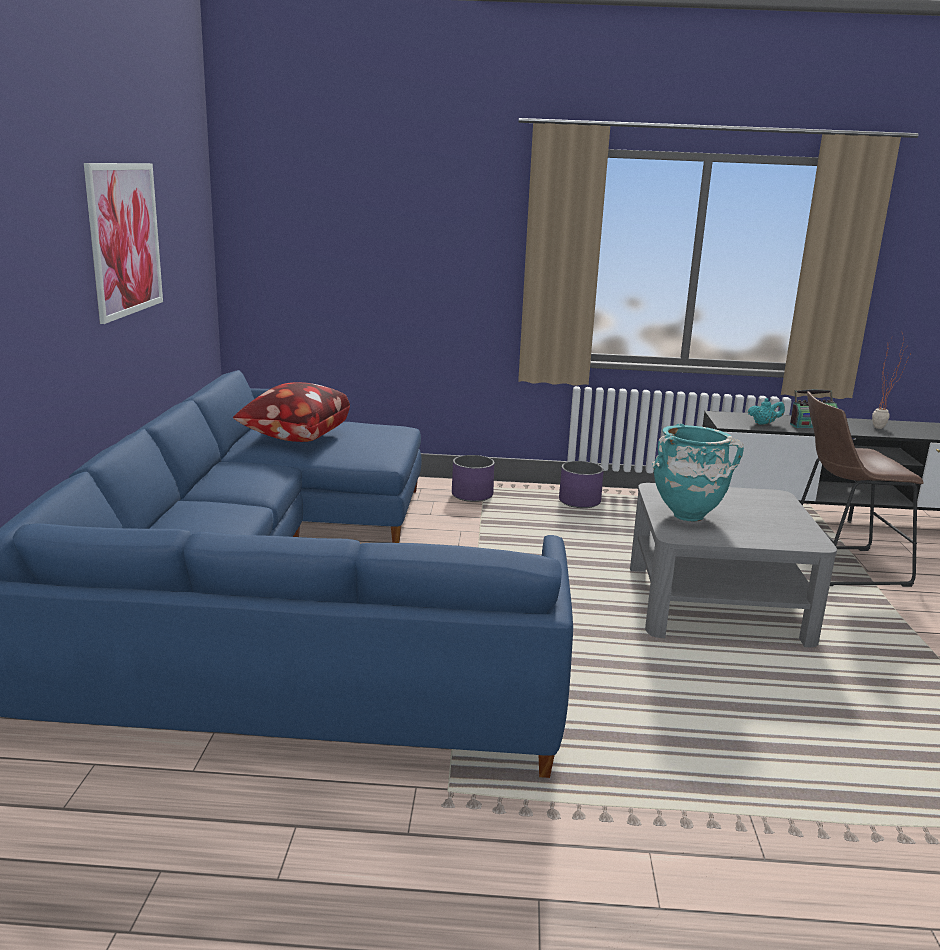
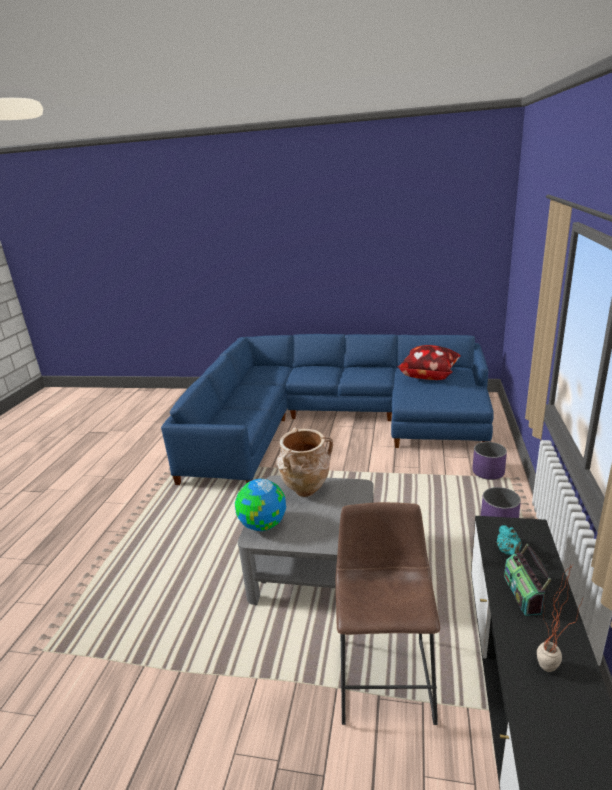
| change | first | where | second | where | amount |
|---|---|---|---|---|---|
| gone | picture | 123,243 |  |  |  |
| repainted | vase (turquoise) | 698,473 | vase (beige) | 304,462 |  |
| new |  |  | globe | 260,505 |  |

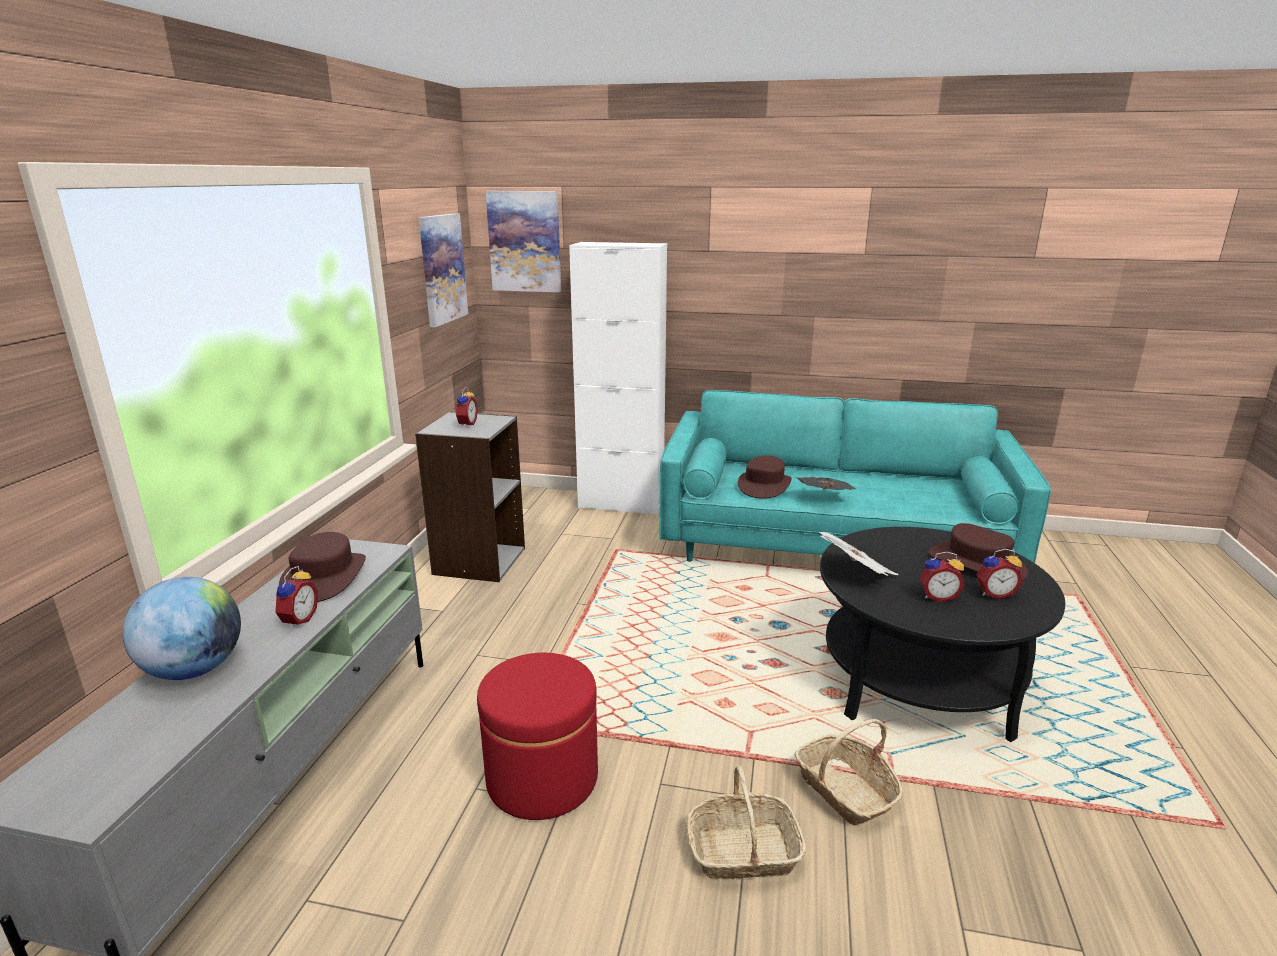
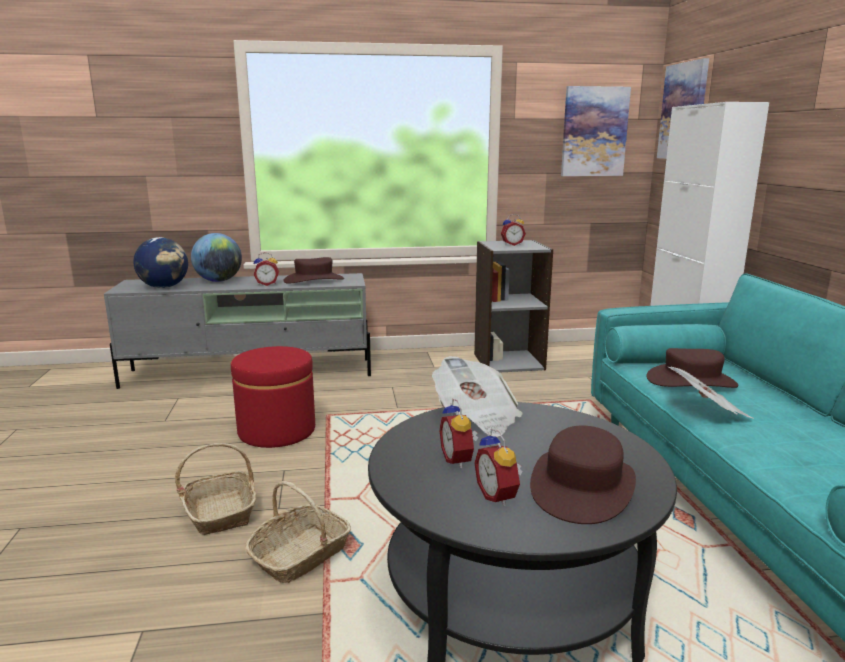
| change | first | where | second | where | amount |
|---|---|---|---|---|---|
| new |  |  | globe | 161,262 |  |

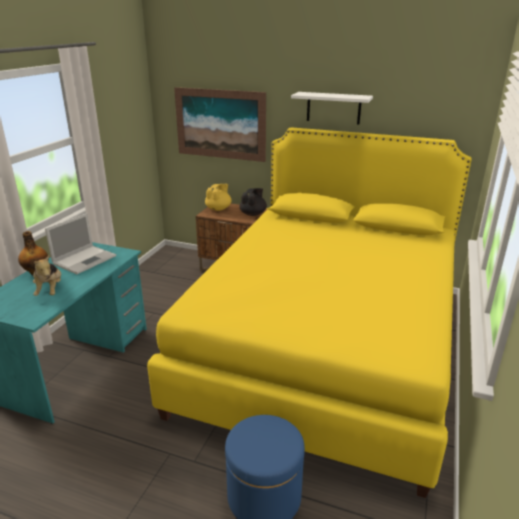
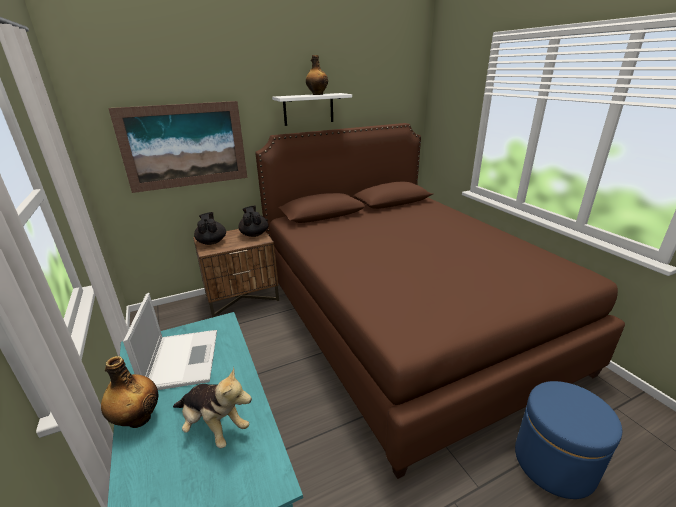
| change | first | where | second | where | amount |
|---|---|---|---|---|---|
| repainted | bed (yellow) | 309,312 | bed (brown) | 440,301 |  |
| repainted | teapot (yellow) | 218,197 | teapot (black) | 210,228 |  |
| new |  |  | bottle | 317,75 |  |

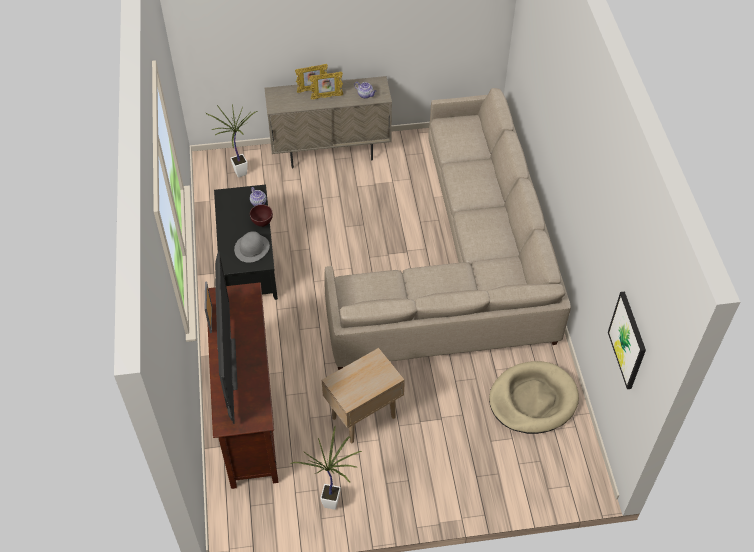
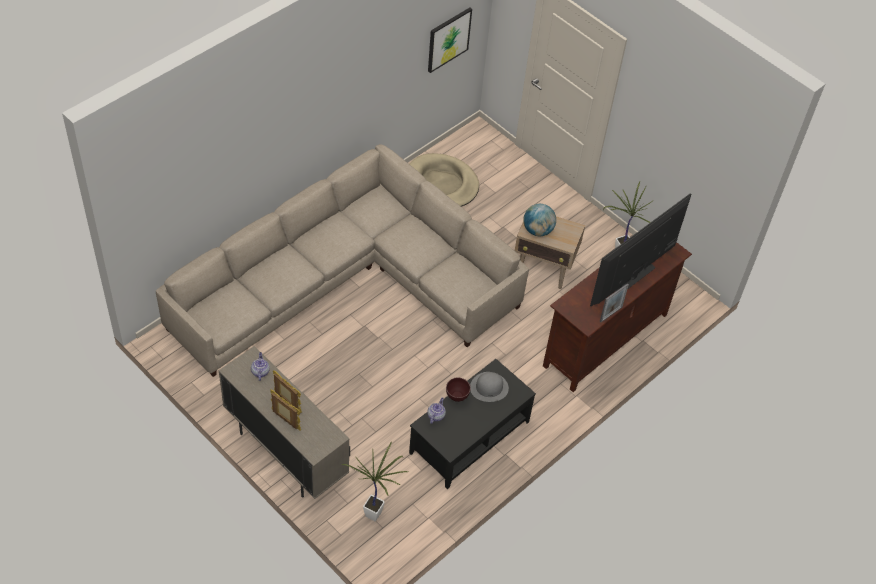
| change | first | where | second | where | amount |
|---|---|---|---|---|---|
| new |  |  | globe | 539,220 |  |

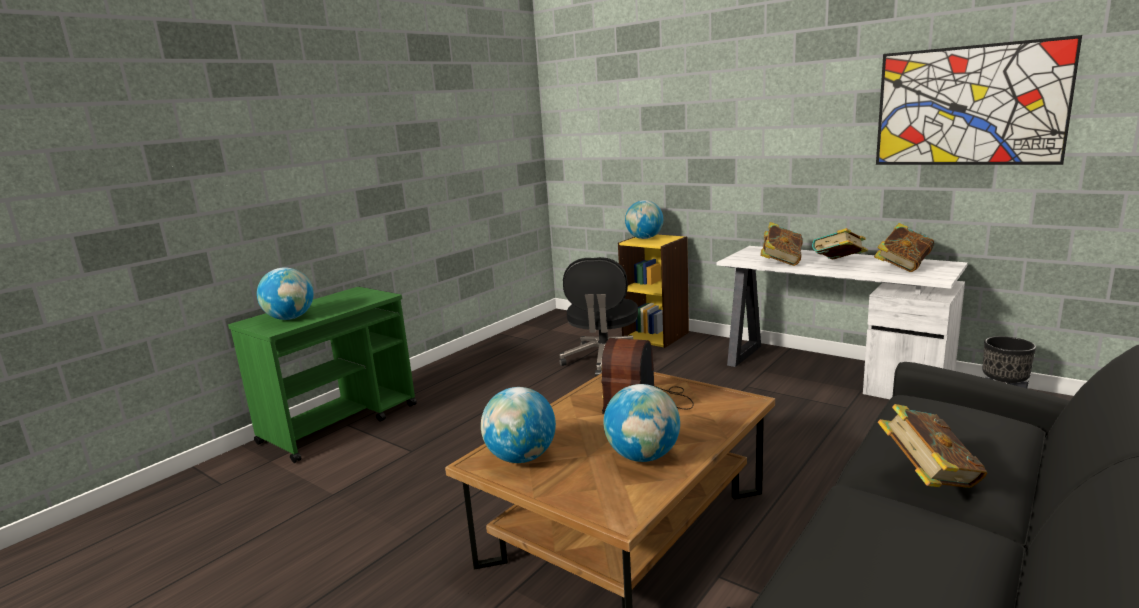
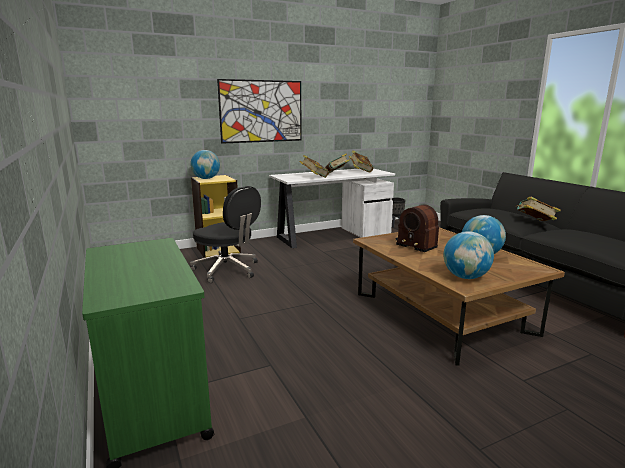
| change | first | where | second | where | amount |
|---|---|---|---|---|---|
| shifted | picture | 979,100 |  | 259,111 |  |
| gone | globe | 285,294 |  |  |  |

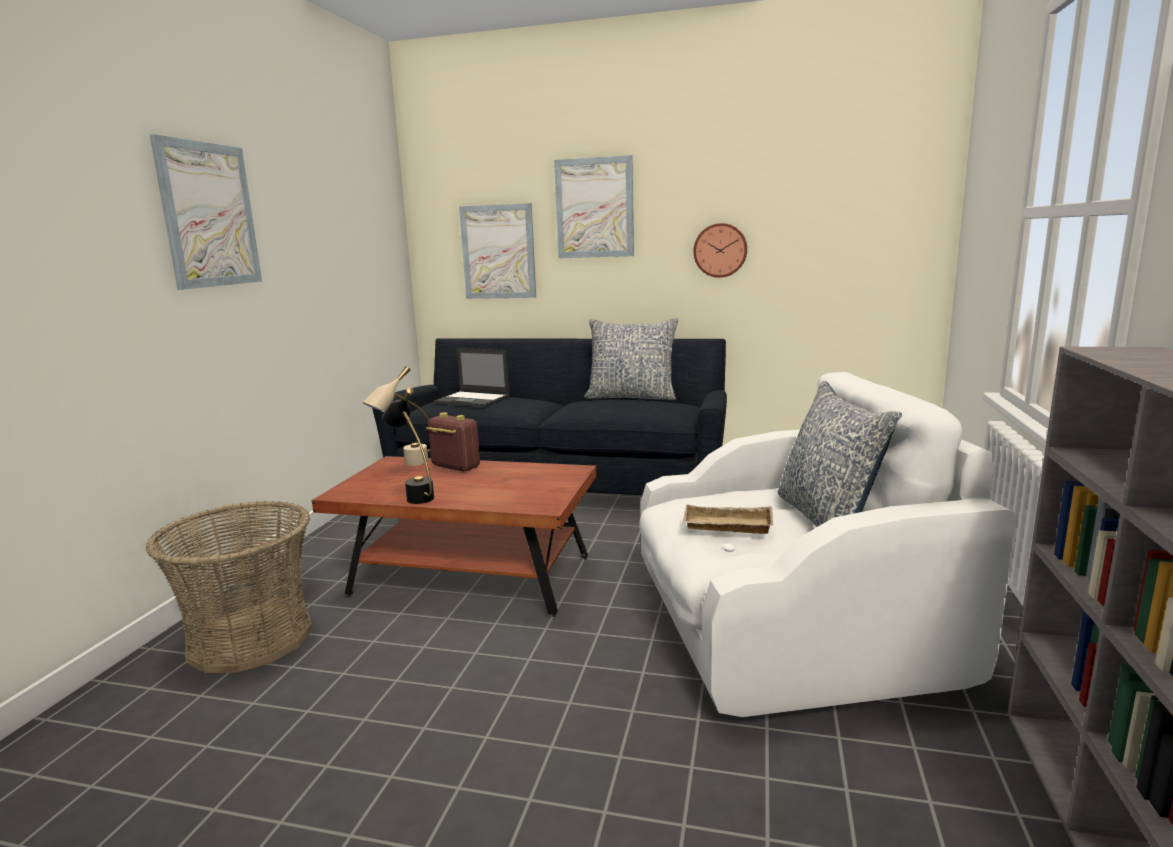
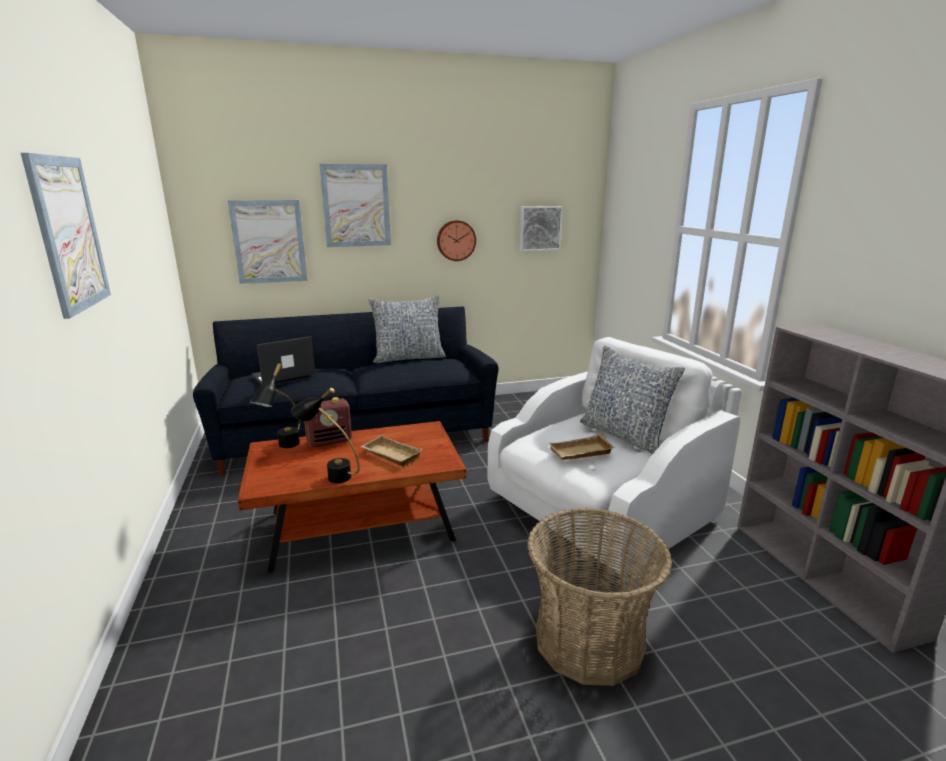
| change | first | where | second | where | amount |
|---|---|---|---|---|---|
| rotated | laptop | 472,377 |  | 284,360 | 150 degrees clockwise |
| repainted | table lamp (beige) | 396,416 | table lamp (black) | 275,405 |  |
| rotated | radio | 453,442 |  | 328,422 | 150 degrees clockwise |
| shifted | basket | 229,587 |  | 599,597 |  |
| new |  |  | picture | 541,228 |  |
| new |  |  | tray (beige) | 391,450 |  |

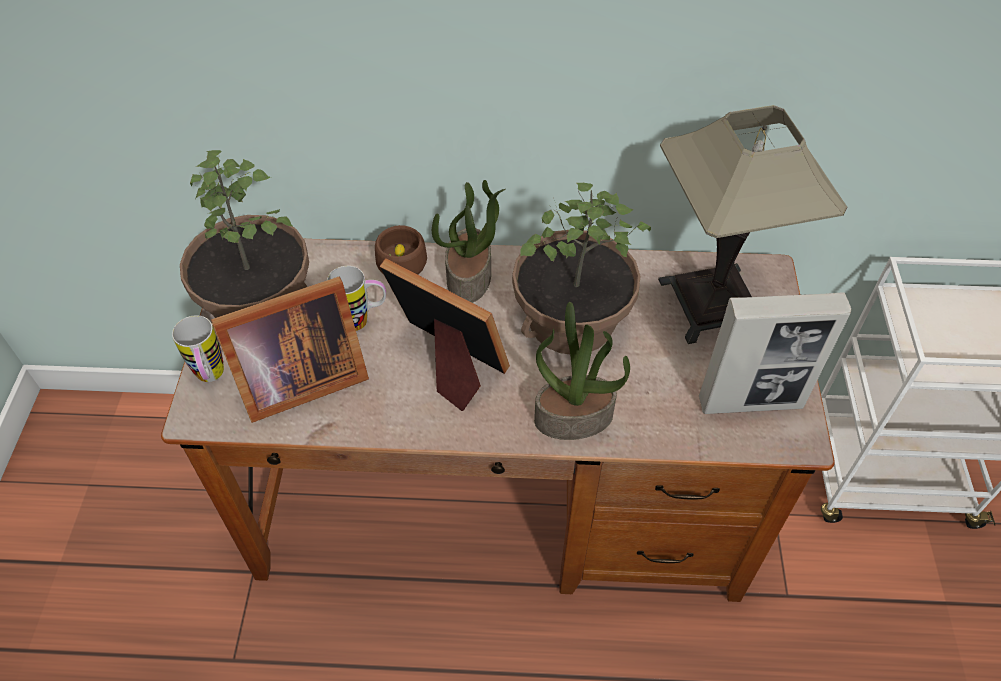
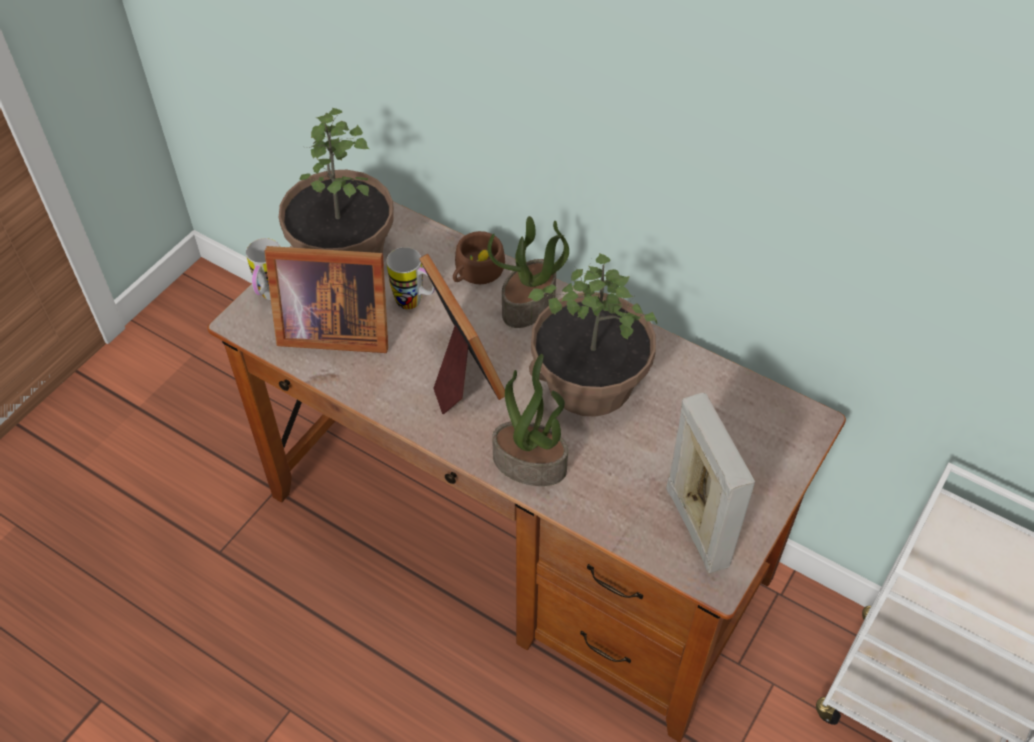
| change | first | where | second | where | amount |
|---|---|---|---|---|---|
| gone | table lamp | 752,224 |  |  |  |
| rotated | picture frame | 775,353 |  | 710,483 | 135 degrees counterclockwise |

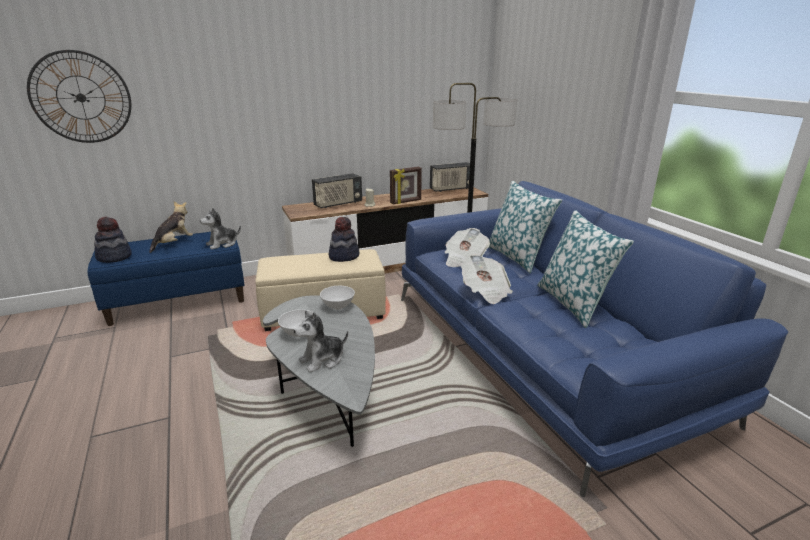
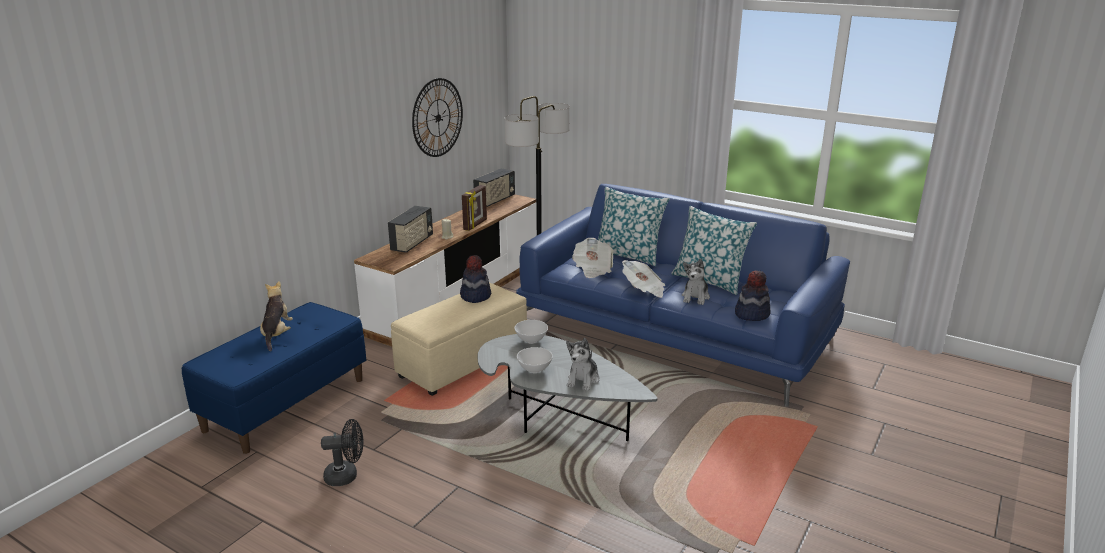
| change | first | where | second | where | amount |
|---|---|---|---|---|---|
| shifted | wall clock | 79,96 |  | 437,117 |  |
| shifted | plush toy | 220,229 |  | 696,282 |  |
| shifted | hat | 112,240 |  | 753,295 |  |
| new |  |  | fan (black) | 342,452 |  |

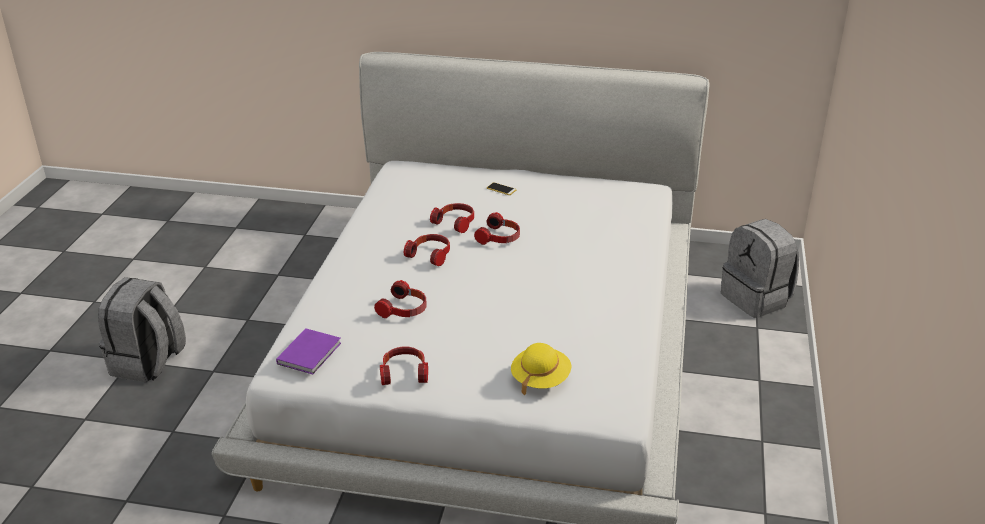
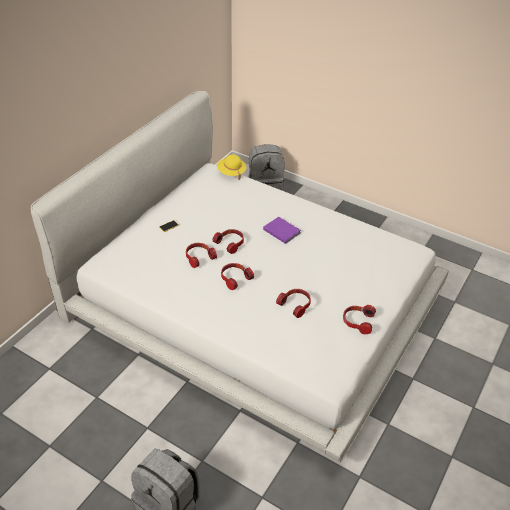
| change | first | where | second | where | amount |
|---|---|---|---|---|---|
| shifted | book (purple) | 308,351 |  | 282,230 |  |
| shifted | hat (yellow) | 541,369 |  | 231,167 |  |

